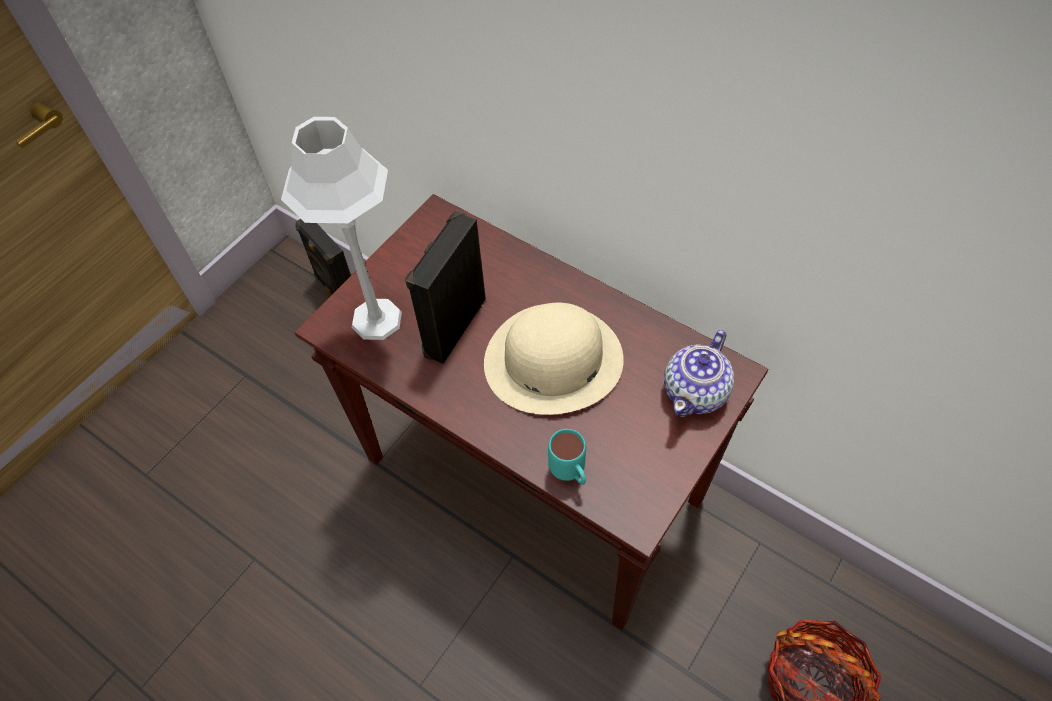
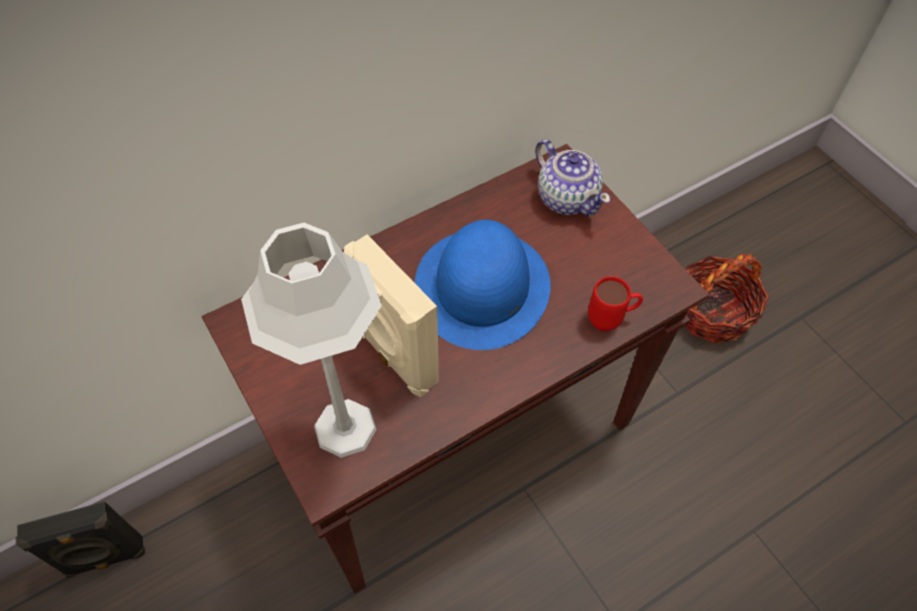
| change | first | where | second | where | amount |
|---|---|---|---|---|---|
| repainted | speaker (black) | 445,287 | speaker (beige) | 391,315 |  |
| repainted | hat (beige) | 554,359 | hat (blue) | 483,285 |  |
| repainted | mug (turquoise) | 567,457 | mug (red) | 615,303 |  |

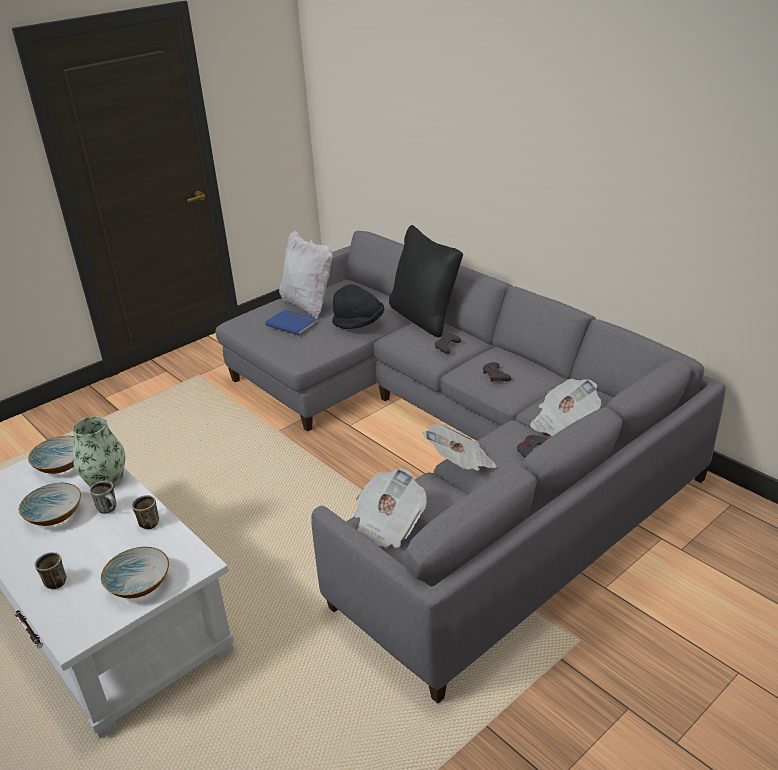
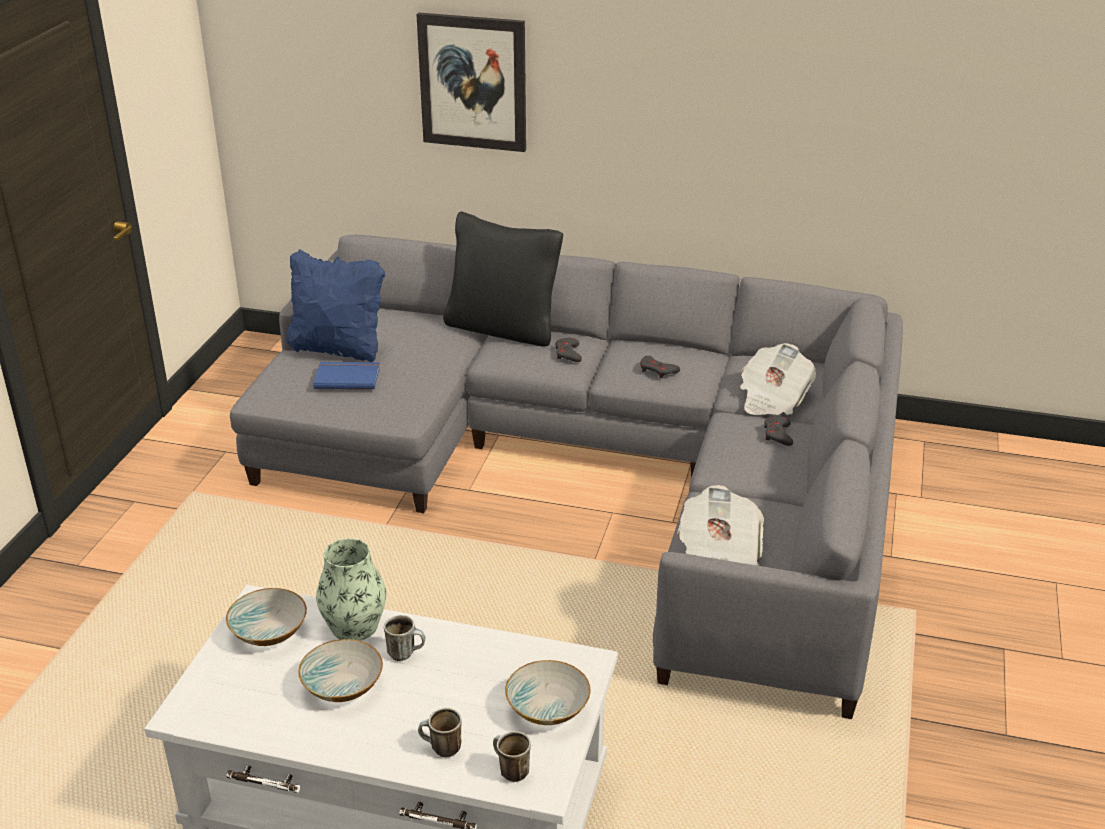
| change | first | where | second | where | amount |
|---|---|---|---|---|---|
| repainted | pillow (white) | 306,274 | pillow (blue) | 335,305 |  |
| gone | hat (black) | 358,306 |  |  |  |
| gone | newspaper | 459,447 |  |  |  |
| shifted | mug | 145,512 |  | 512,756 |  |
| new |  |  | picture | 471,82 |  |

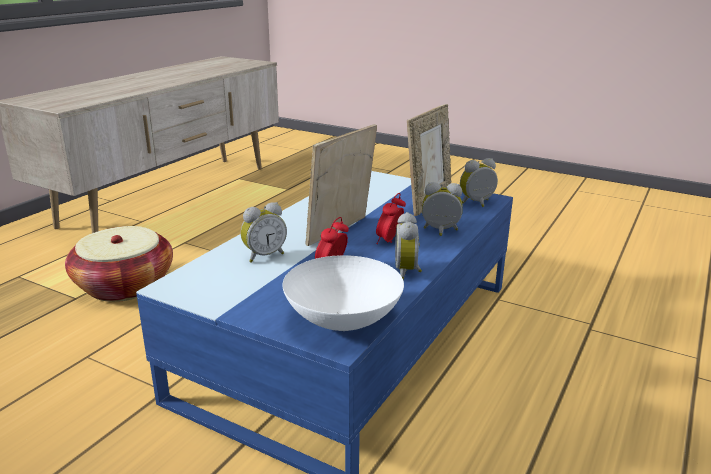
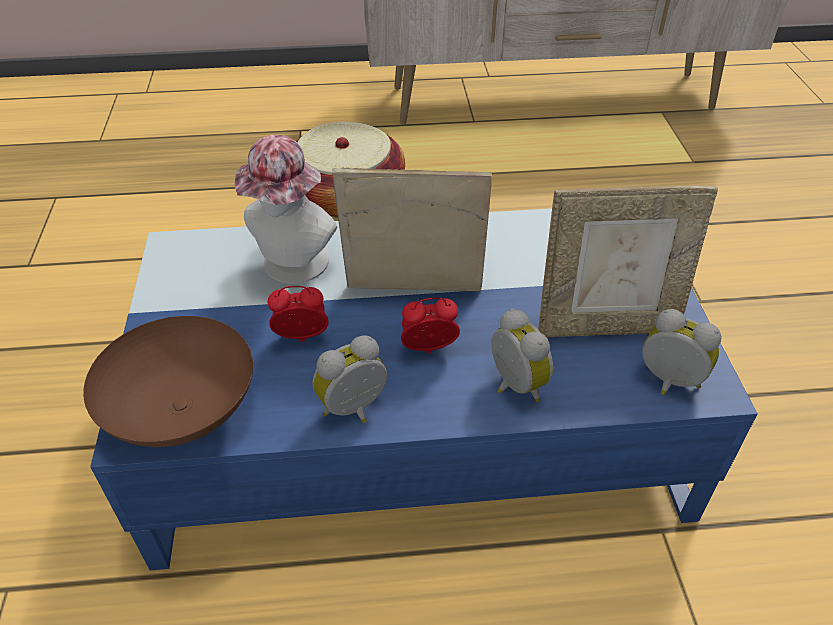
| change | first | where | second | where | amount |
|---|---|---|---|---|---|
| swapped | alarm clock | 264,232 | hat | 286,209 |  |
| repainted | bowl (white) | 343,293 | bowl (brown) | 168,381 |  |

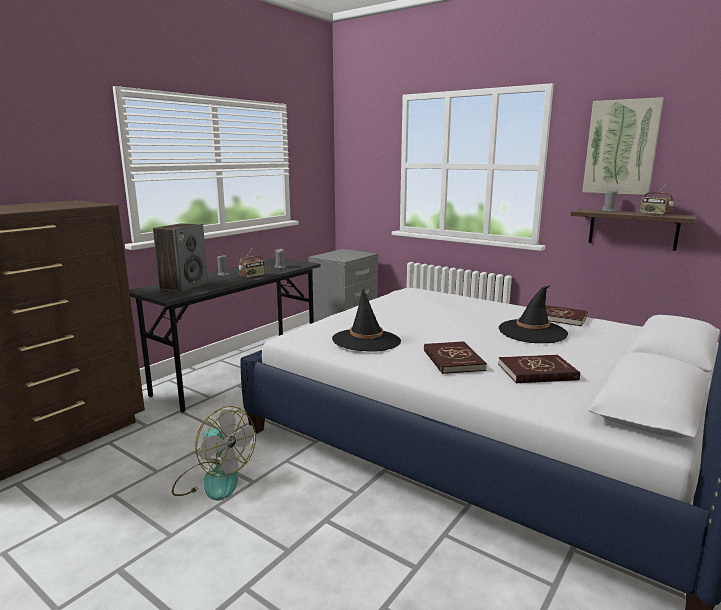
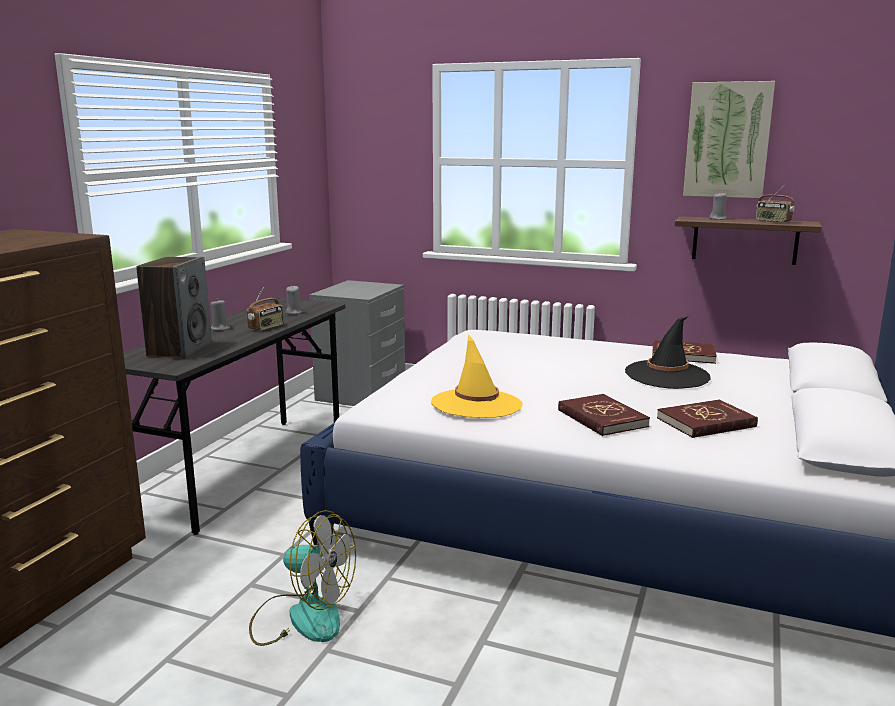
| change | first | where | second | where | amount |
|---|---|---|---|---|---|
| repainted | hat (black) | 366,320 | hat (yellow) | 477,376 |  |

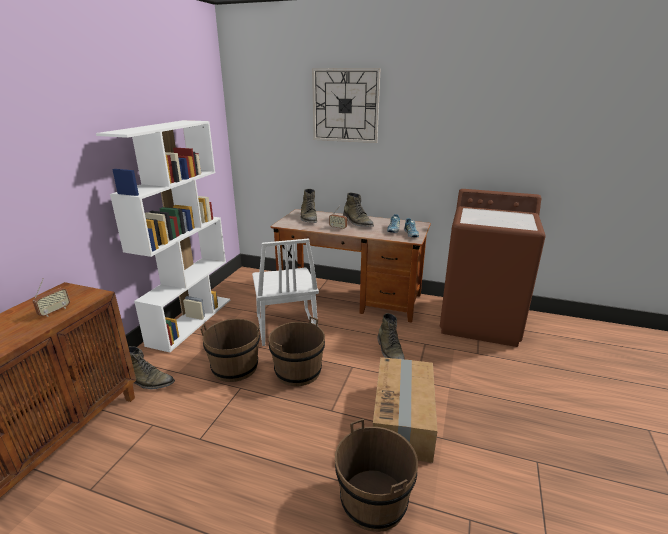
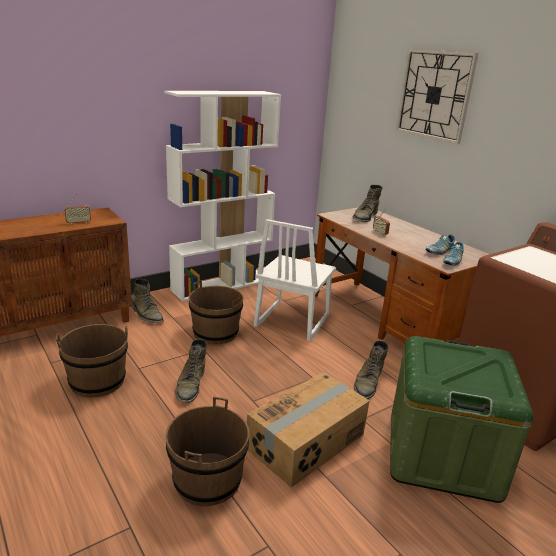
| change | first | where | second | where | amount |
|---|---|---|---|---|---|
| shifted | boot (green) | 358,210 |  | 191,371 |  |
| shifted | bucket (brown) | 296,351 |  | 92,361 |  |
| new |  |  | storage box (green) | 462,419 |  |

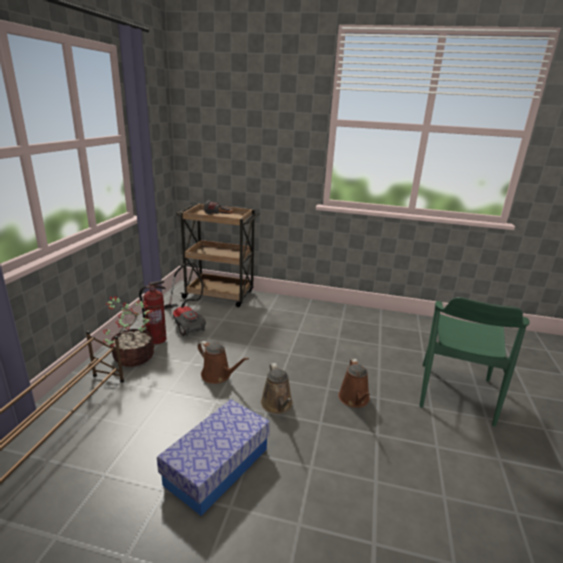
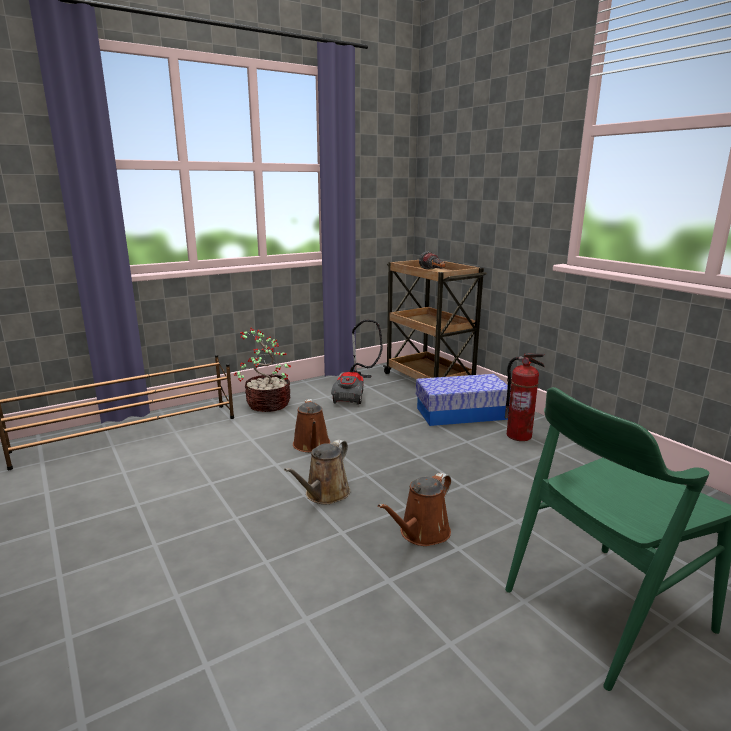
| change | first | where | second | where | amount |
|---|---|---|---|---|---|
| shifted | fire extinguisher | 153,312 |  | 525,397 |  |
| shifted | storage box | 213,457 |  | 463,400 |  |

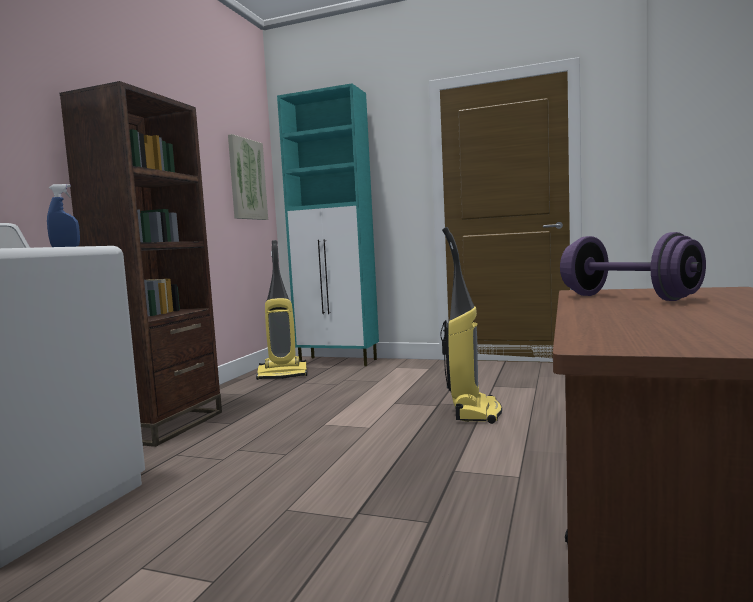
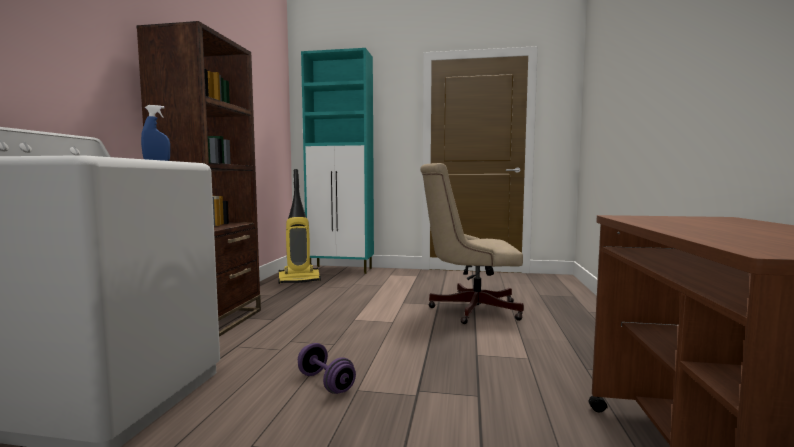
| change | first | where | second | where | amount |
|---|---|---|---|---|---|
| gone | picture | 248,177 |  |  |  |
| swapped | vacuum cleaner | 471,325 | office chair (beige) | 472,243 |  |
| shifted | dumbbell (purple) | 633,266 |  | 327,368 |  |

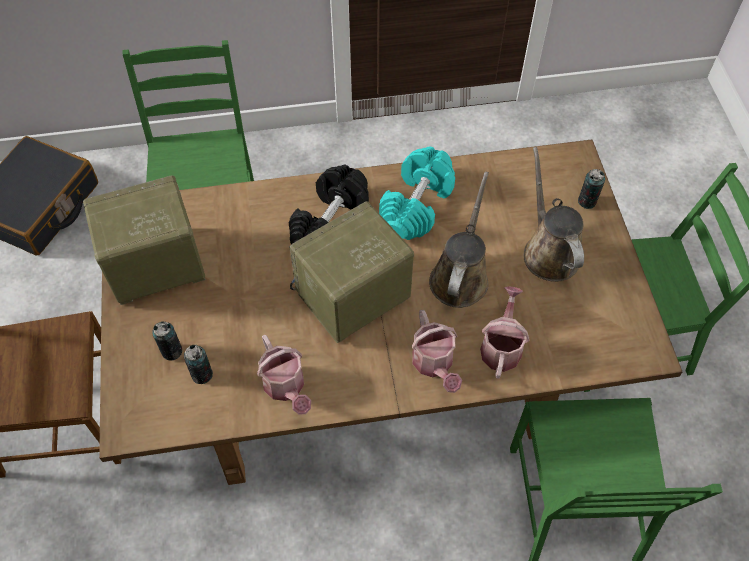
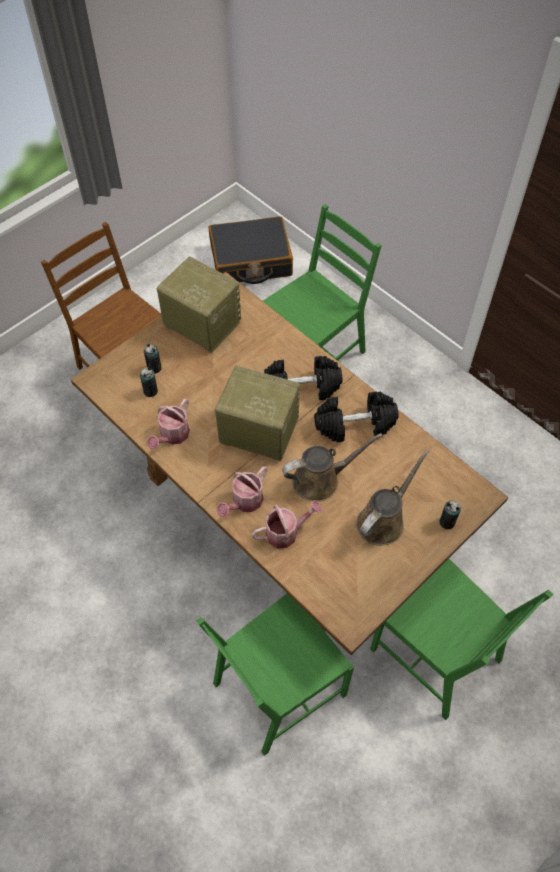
| change | first | where | second | where | amount |
|---|---|---|---|---|---|
| repainted | dumbbell (turquoise) | 417,193 | dumbbell (black) | 356,417 |  |

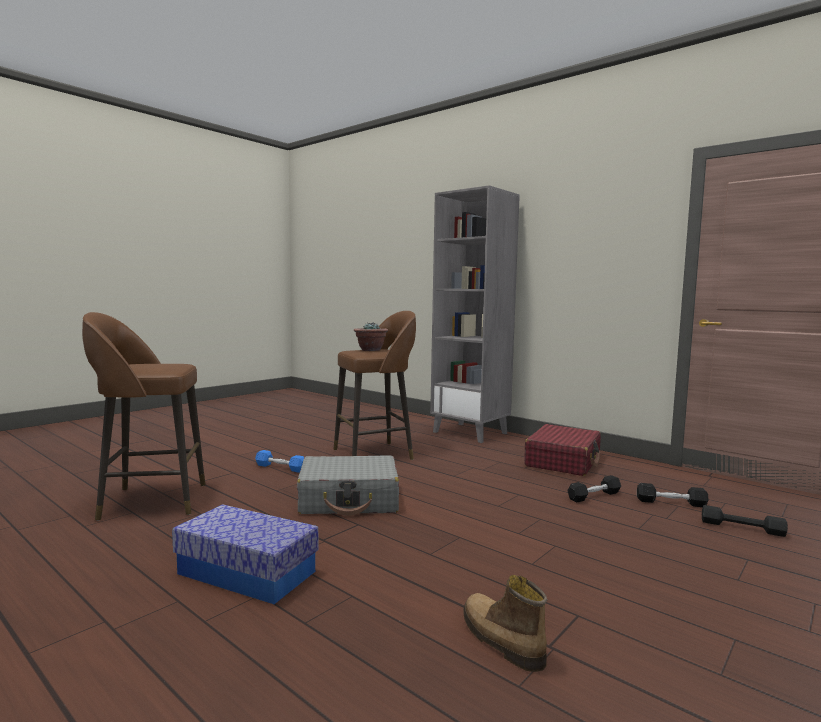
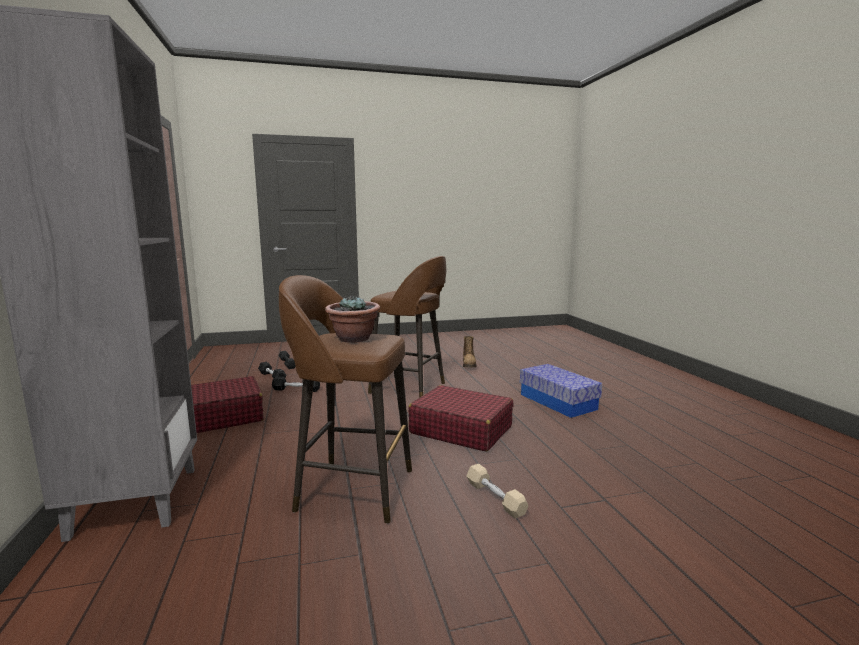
| change | first | where | second | where | amount |
|---|---|---|---|---|---|
| shifted | stool (brown) | 144,416 |  | 407,327 |  |
| repainted | dumbbell (blue) | 279,461 | dumbbell (beige) | 497,491 |  |
| repainted | suitcase (grey) | 348,486 | suitcase (red) | 460,418 |  |

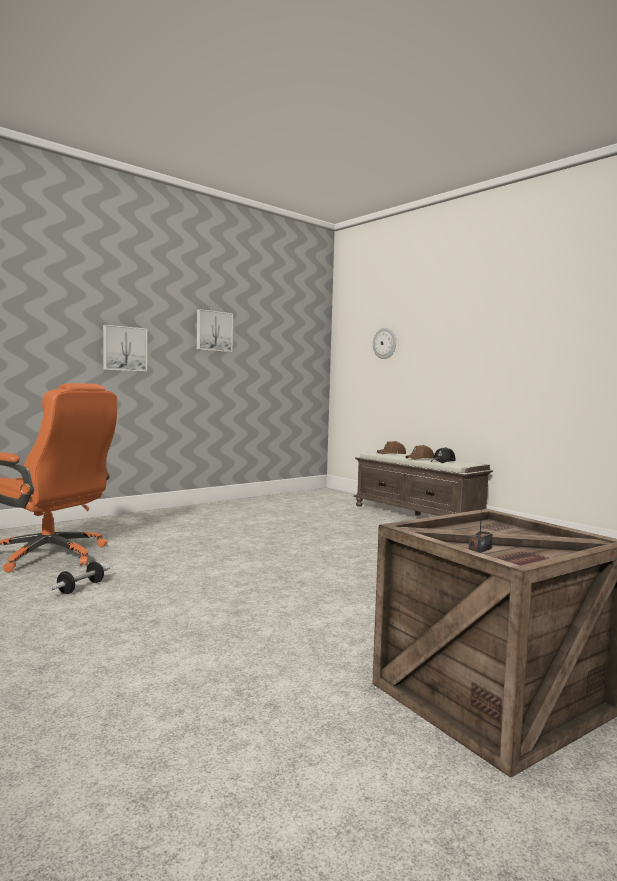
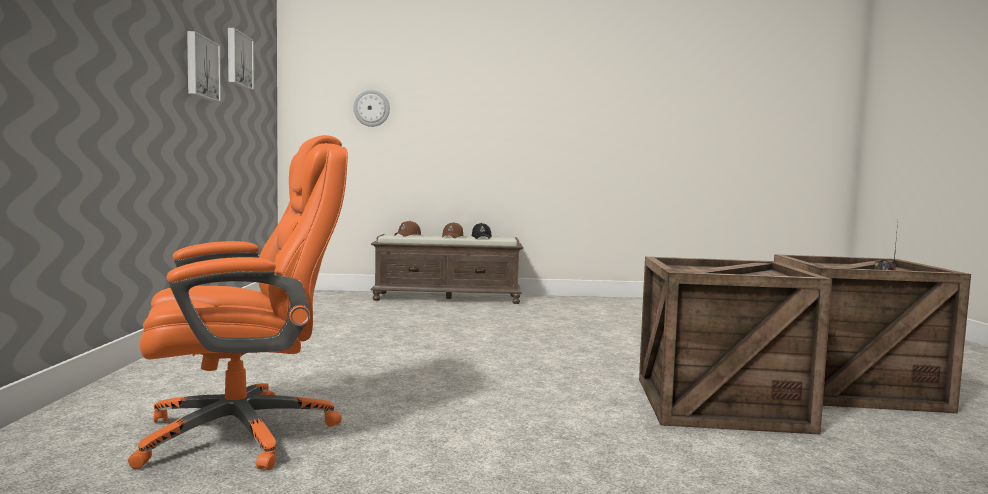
| change | first | where | second | where | amount |
|---|---|---|---|---|---|
| shifted | picture | 125,348 |  | 241,59 |  |
| gone | dumbbell | 79,578 |  |  |  |
| new |  |  | crate | 735,345 |  |

